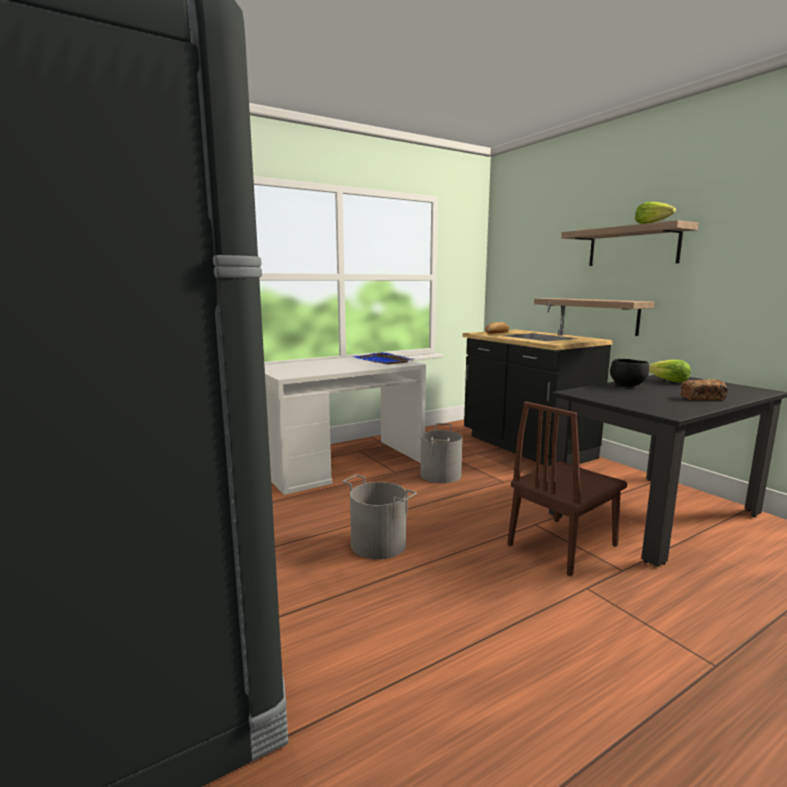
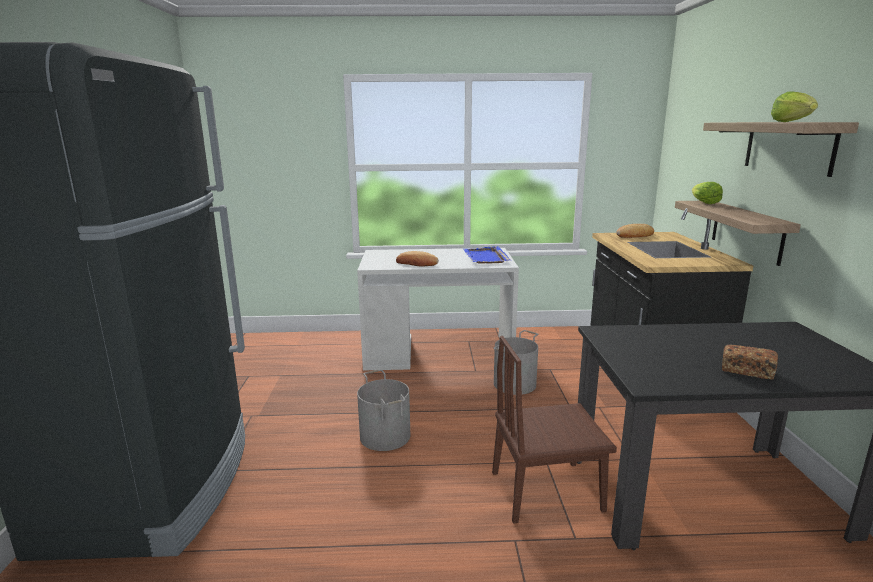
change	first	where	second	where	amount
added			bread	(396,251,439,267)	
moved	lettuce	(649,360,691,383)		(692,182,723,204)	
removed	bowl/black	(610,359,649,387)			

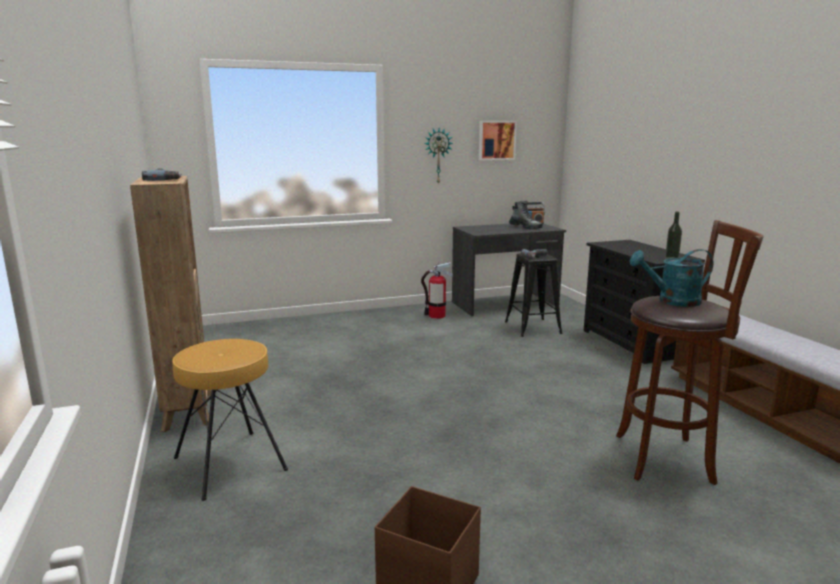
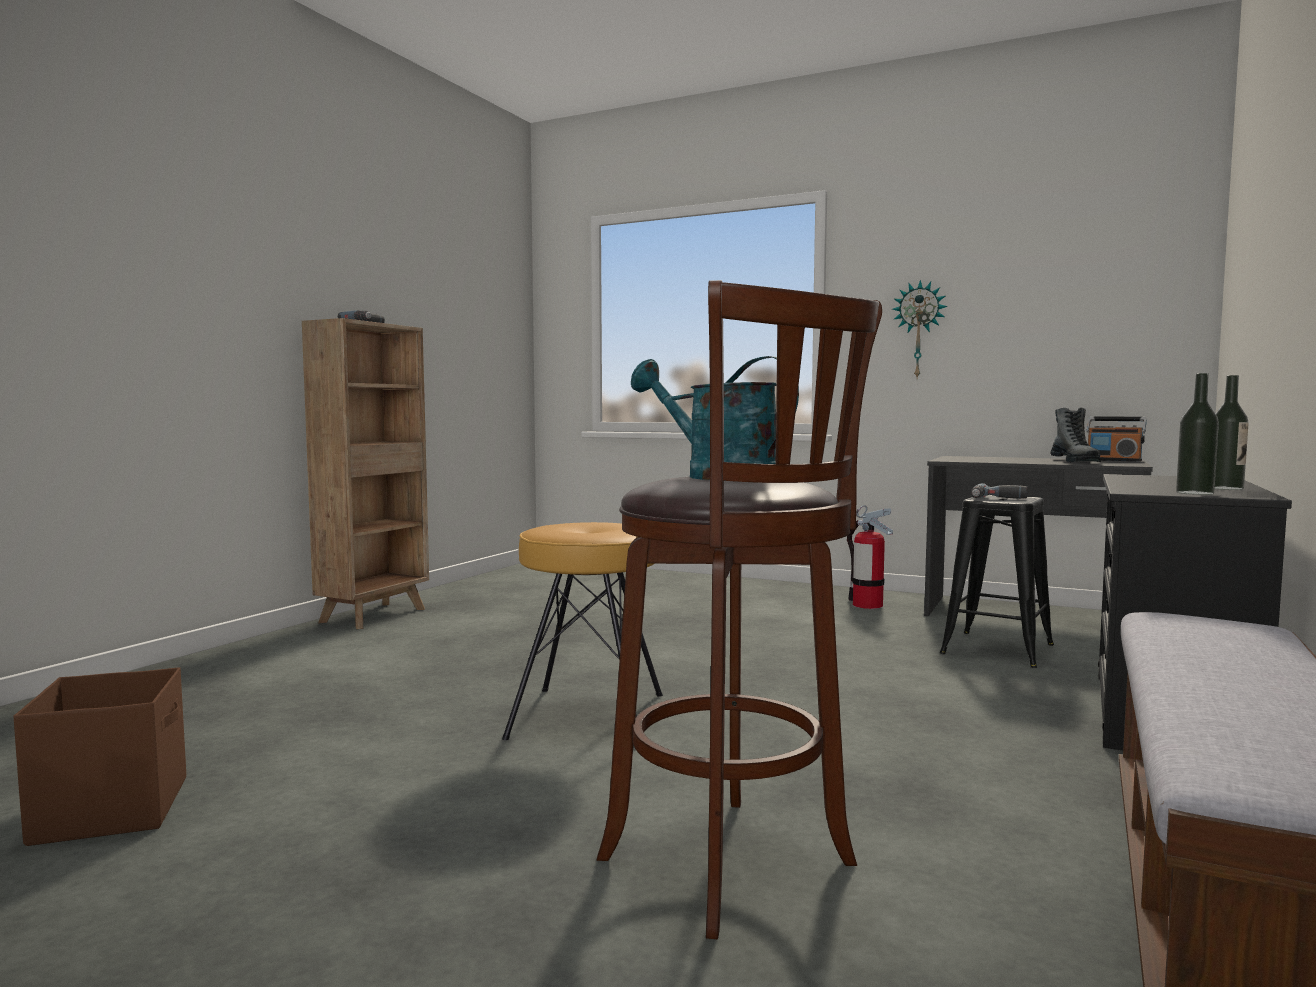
change	first	where	second	where	amount
moved	stool/brown	(172,339,288,501)		(502,522,663,740)	
added			bottle	(1215,375,1249,490)	
removed	picture	(479,121,517,160)			

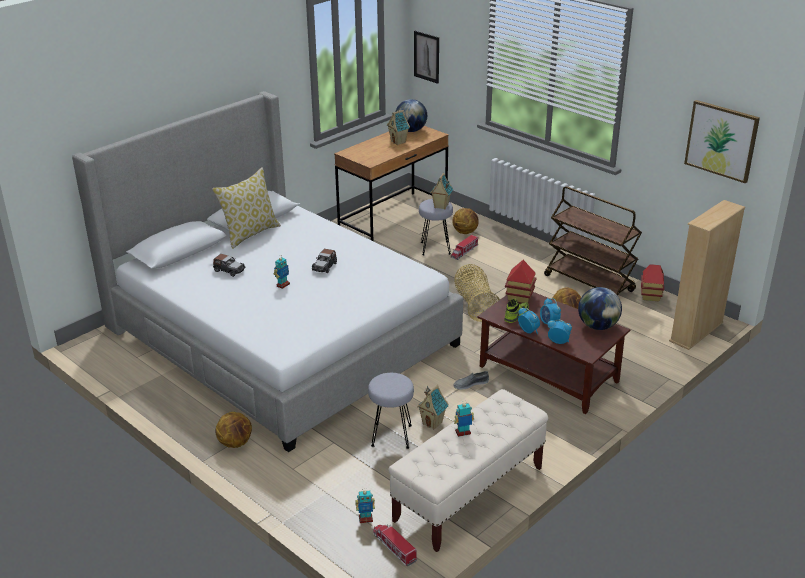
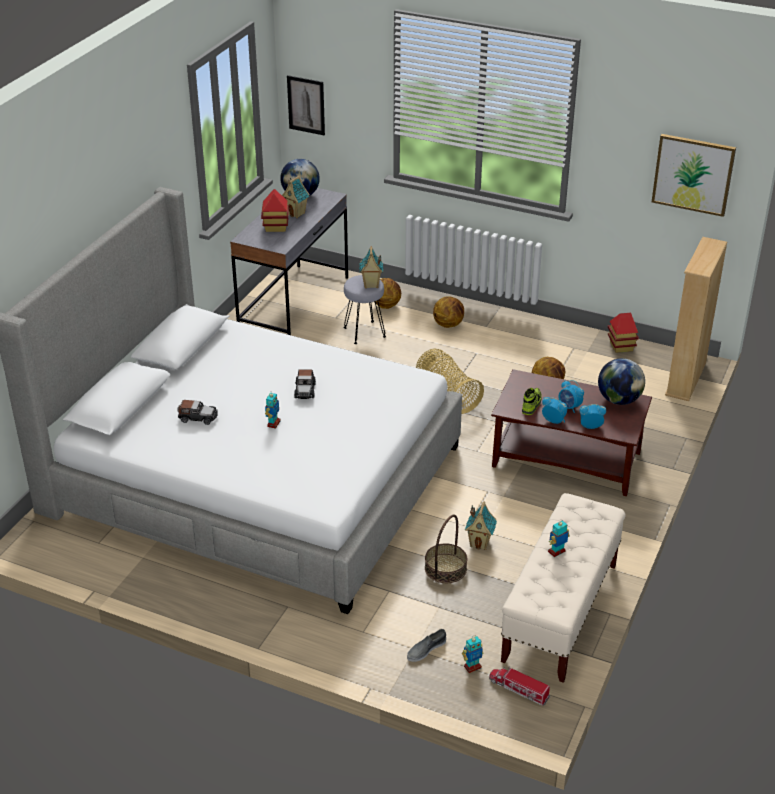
change	first	where	second	where	amount
recoloured	desk/brown	(334,126,449,241)	desk/grey	(230,188,348,335)	
moved	toy house	(505,260,537,303)		(261,189,289,232)	
moved	shoe/grey	(454,371,489,390)		(407,629,446,662)	
replaced	stool/grey	(368,373,414,449)	basket	(425,515,467,583)	
moved	basketball	(215,412,252,448)		(433,297,464,328)	
removed	pillow	(212,167,281,249)			
removed	toy truck	(451,235,478,260)			
removed	cart/brown	(544,186,642,296)			

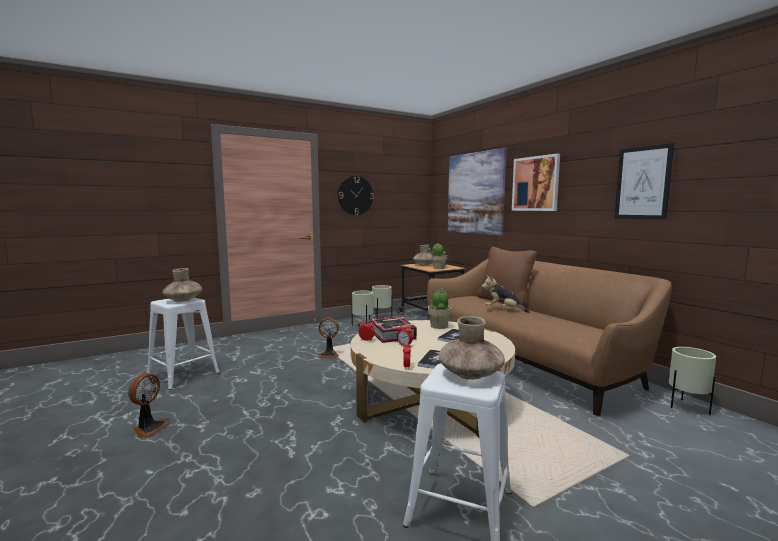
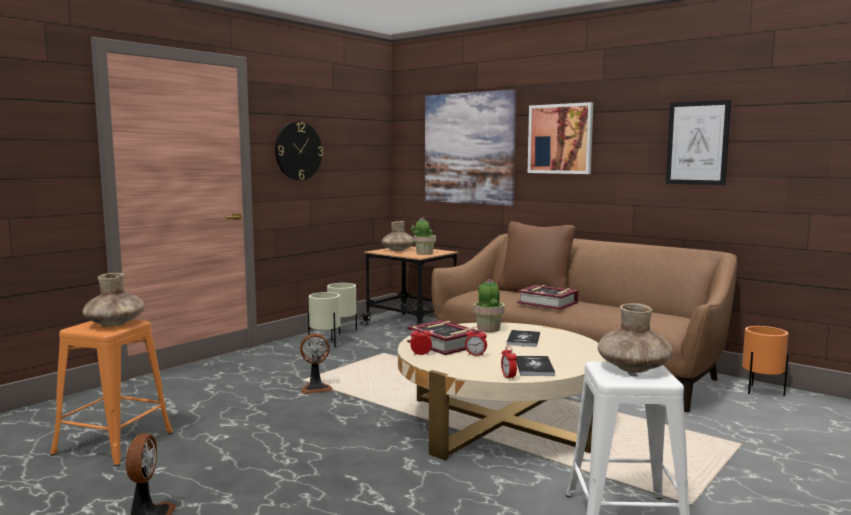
change	first	where	second	where	amount
recoloured	stool/white	(147,297,220,390)	stool/orange	(50,320,173,466)	
replaced	plush toy	(482,275,529,313)	book	(517,285,579,310)	
recoloured	planter/beige	(669,347,716,415)	planter/orange	(742,326,789,396)	

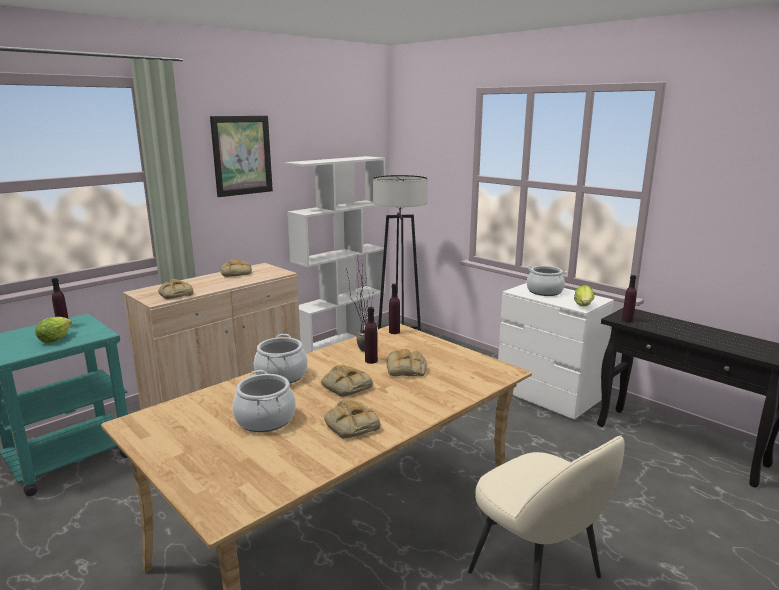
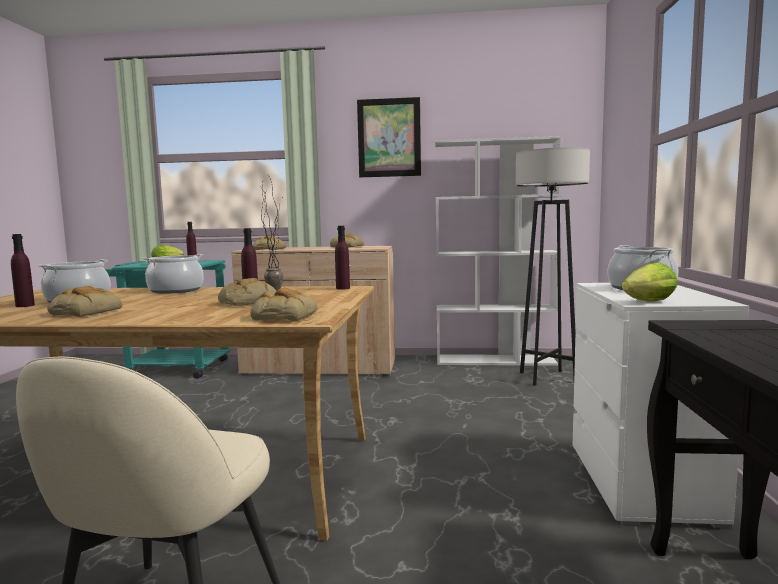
change	first	where	second	where	amount
moved	bottle/purple	(622,275,637,323)		(11,234,35,307)	
moved	bread	(321,365,373,397)		(250,287,318,321)	

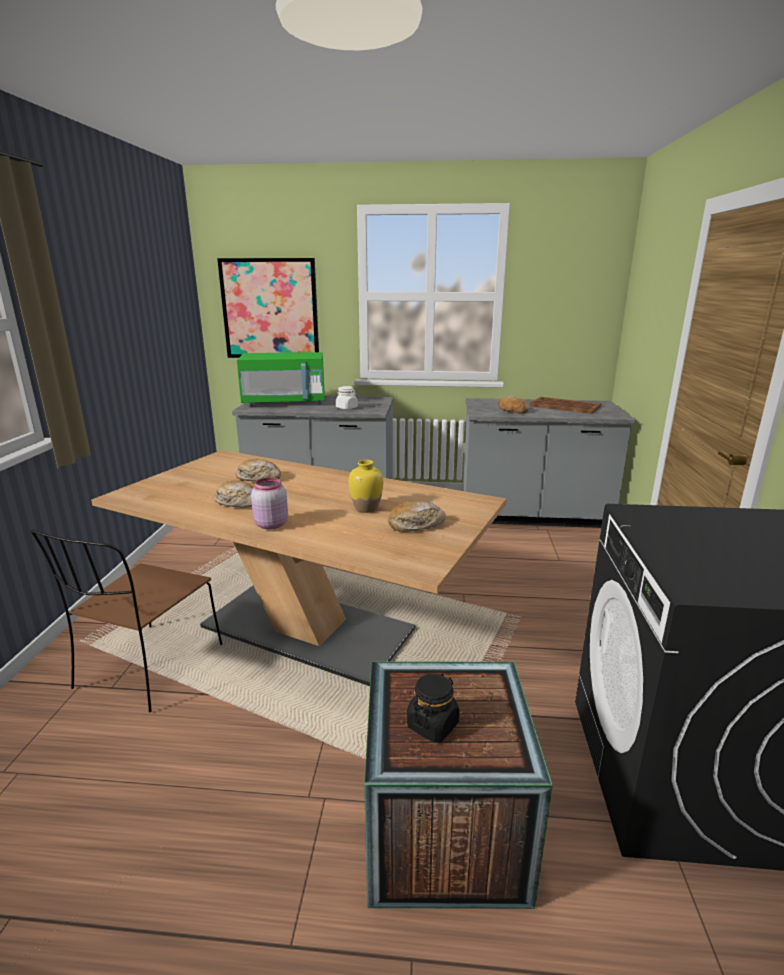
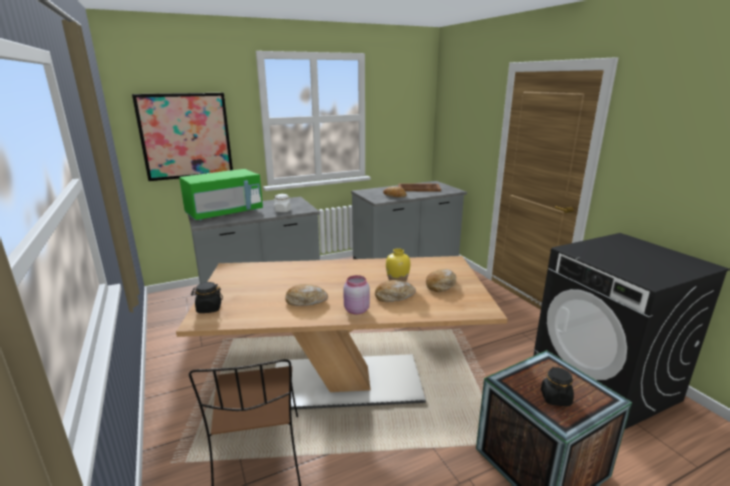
change	first	where	second	where	amount
added			jar/black	(191,282,223,313)	
moved	bread	(236,459,281,481)		(375,280,416,302)	

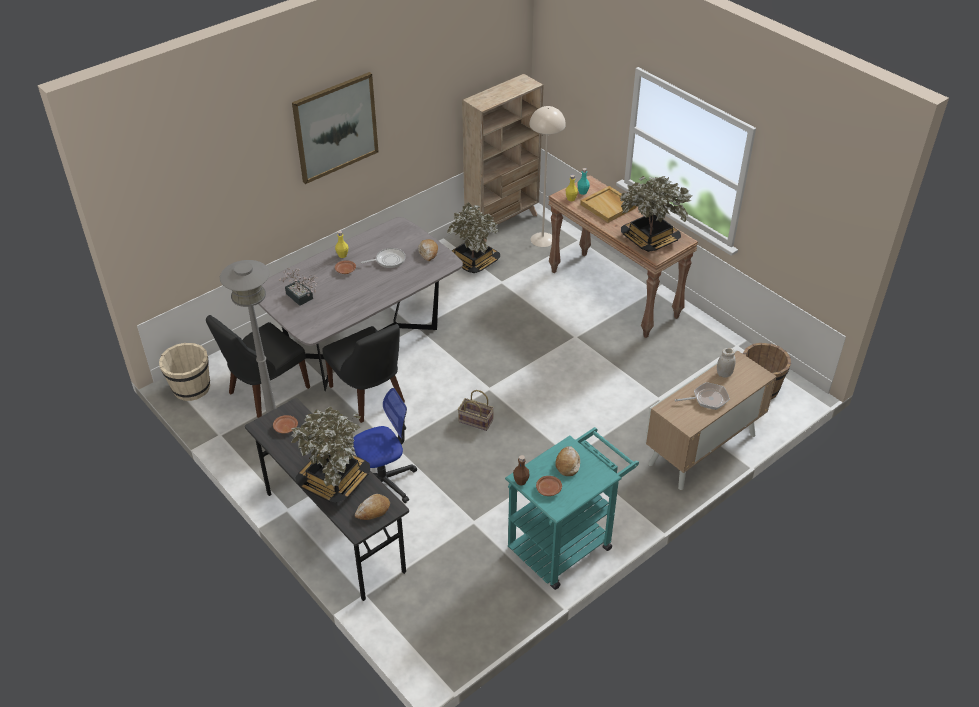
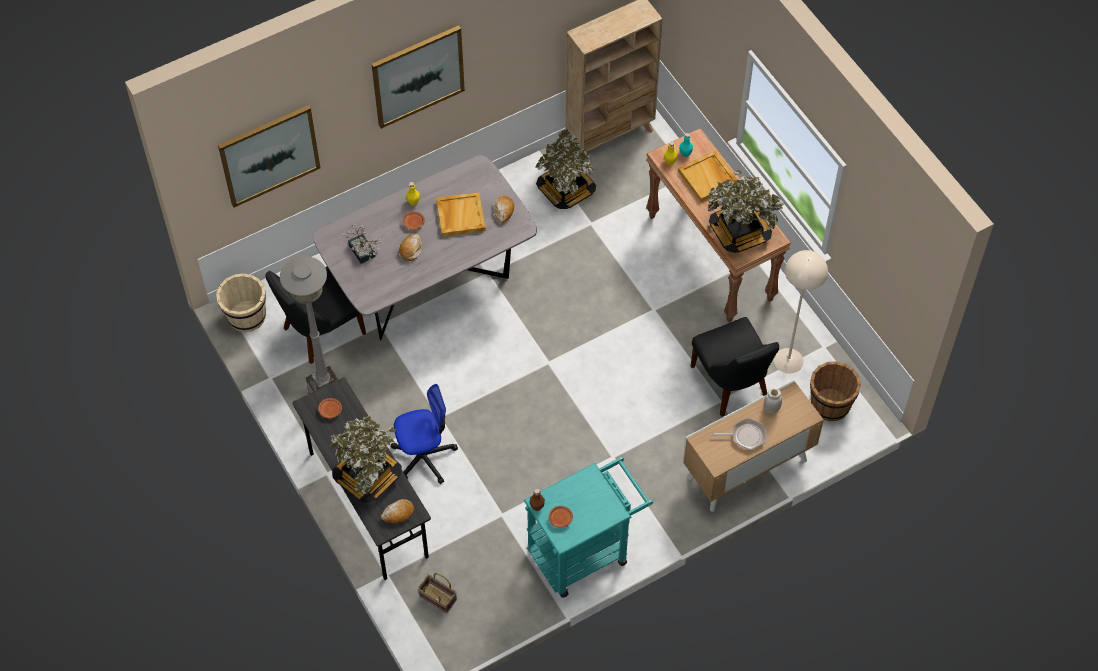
change	first	where	second	where	amount
added			picture	(218,105,320,207)	
moved	bread	(556,446,580,476)		(399,234,422,261)	
moved	basket	(458,390,494,431)		(418,573,457,614)	
replaced	frying pan	(361,248,405,268)	tray/beige	(436,192,486,237)	
moved	chair/black	(322,324,405,423)		(691,317,779,417)	
moved	floor lamp/beige	(530,106,566,247)		(774,250,828,374)	

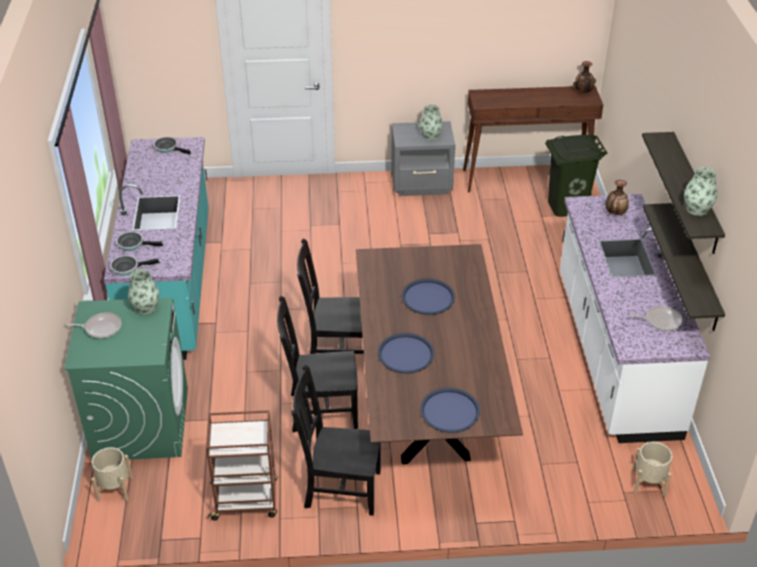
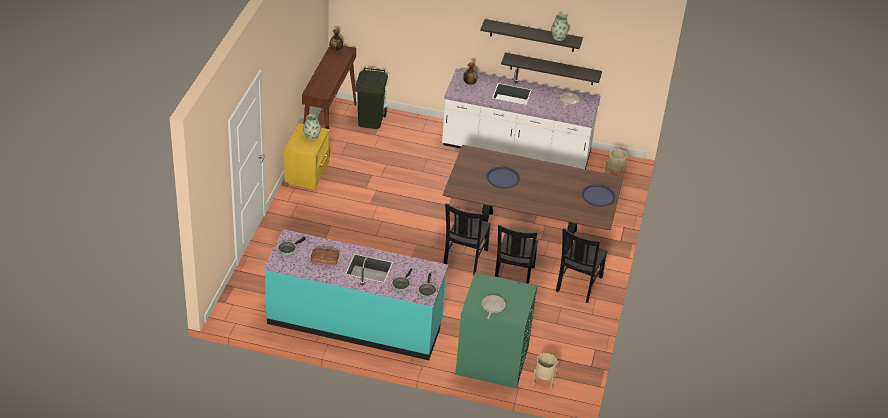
change	first	where	second	where	amount
recoloured	nightstand/grey	(391,121,455,196)	nightstand/yellow	(284,123,329,190)	
added			bread	(311,248,339,265)	
removed	vase	(128,269,159,314)			
removed	cart/brown	(206,410,278,521)			
removed	tray/blue	(378,333,434,374)			

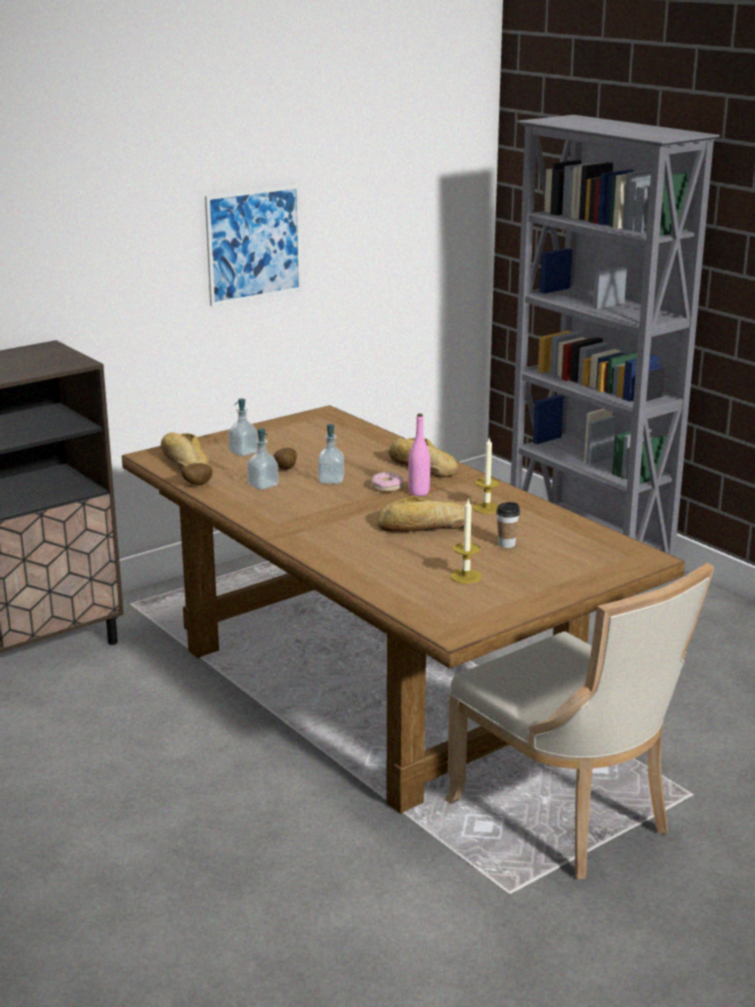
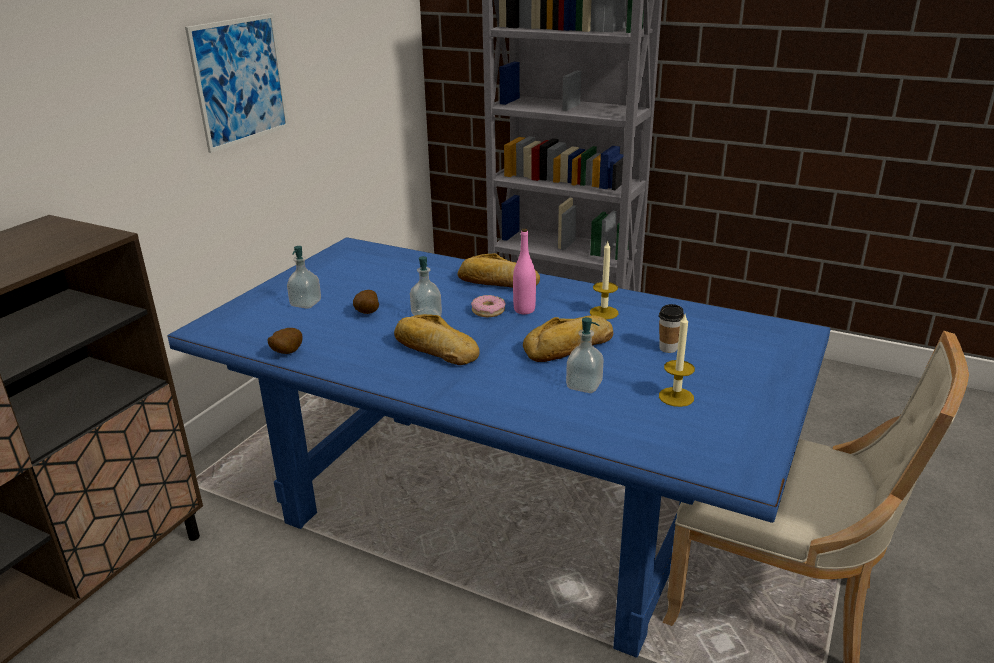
change	first	where	second	where	amount
recoloured	dining table/brown	(122,405,685,814)	dining table/blue	(167,237,831,658)	
moved	bread	(161,432,209,470)		(394,314,480,365)	
moved	soap dispenser	(247,428,279,490)		(566,317,604,393)	

